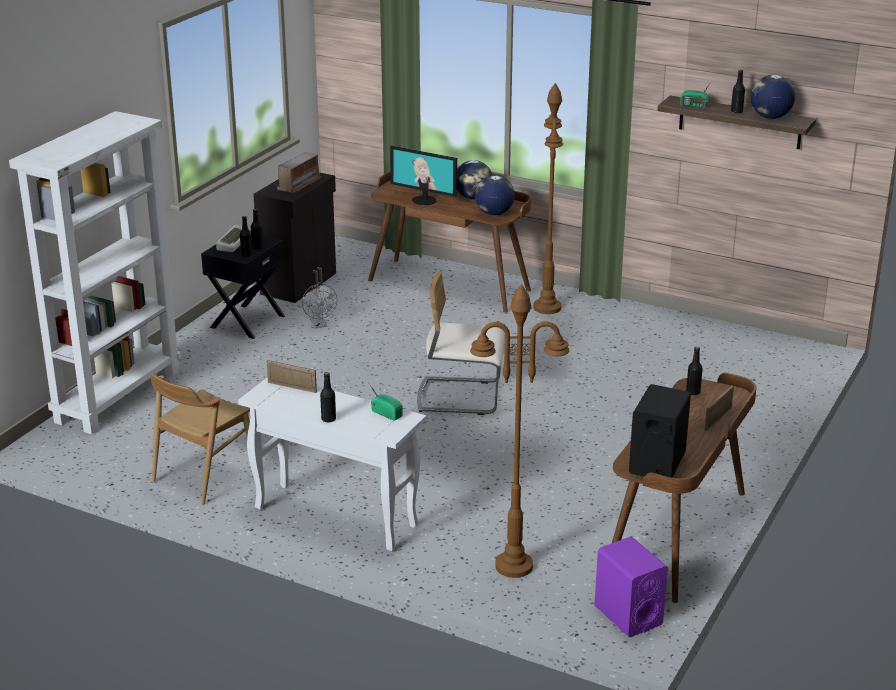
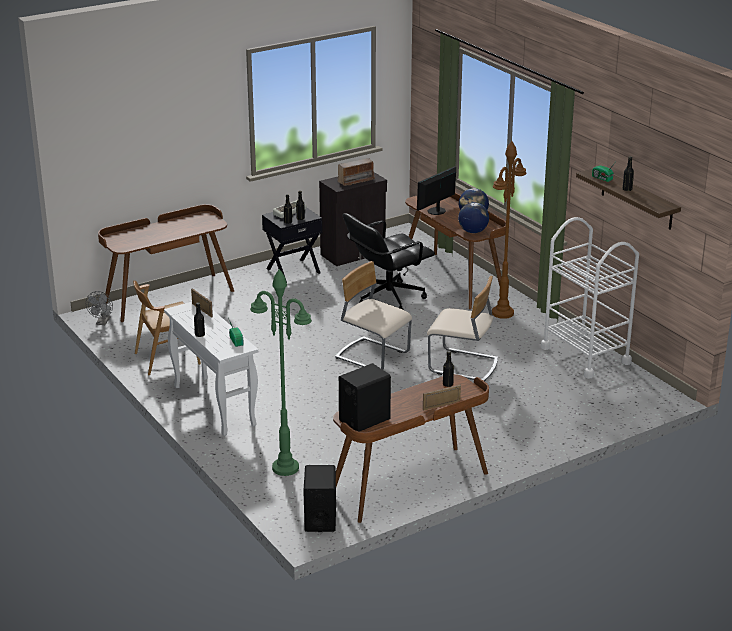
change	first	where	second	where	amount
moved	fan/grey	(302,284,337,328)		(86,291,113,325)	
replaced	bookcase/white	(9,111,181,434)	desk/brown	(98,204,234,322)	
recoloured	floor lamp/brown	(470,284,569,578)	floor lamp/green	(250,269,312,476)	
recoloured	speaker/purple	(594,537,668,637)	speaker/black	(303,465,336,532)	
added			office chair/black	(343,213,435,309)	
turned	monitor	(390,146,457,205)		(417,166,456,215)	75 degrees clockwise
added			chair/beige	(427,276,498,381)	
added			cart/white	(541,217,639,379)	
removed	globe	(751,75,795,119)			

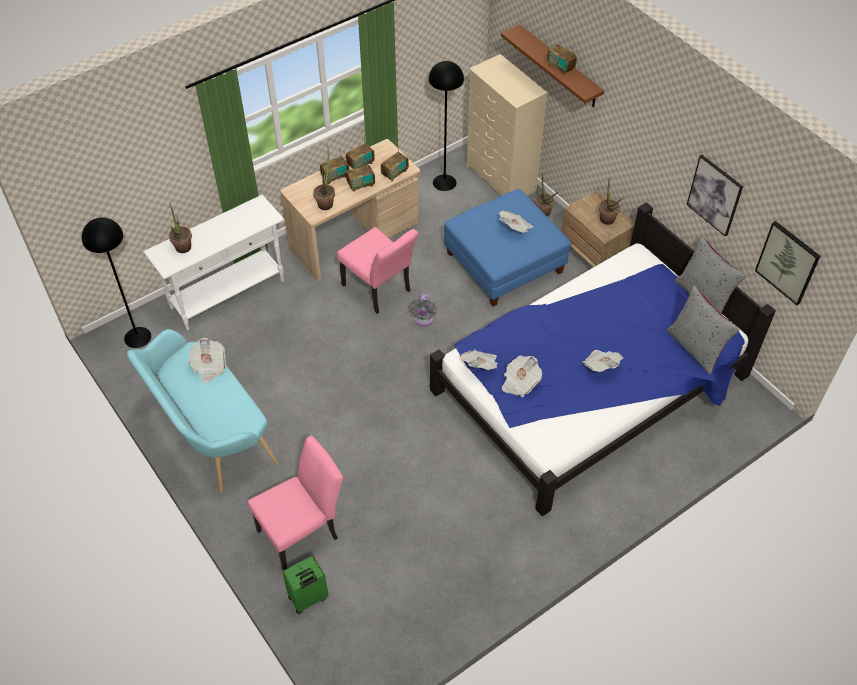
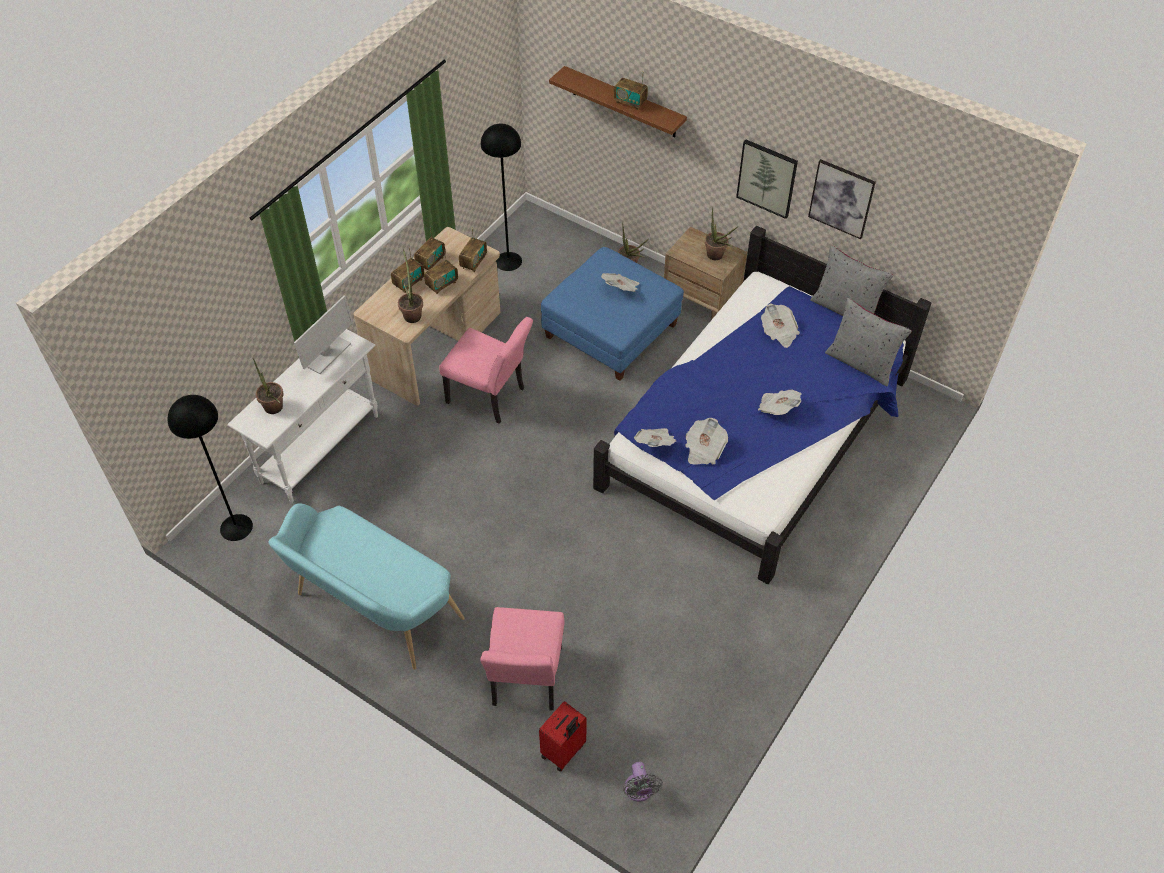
change	first	where	second	where	amount
added			monitor	(294,295,353,374)	
turned	chair/pink	(248,436,343,571)		(480,607,565,710)	150 degrees clockwise
recoloured	suitcase/green	(282,556,329,614)	suitcase/red	(539,701,586,772)	
moved	fan/grey	(408,294,437,326)		(623,762,663,802)	
moved	picture	(755,221,820,305)		(736,140,798,219)	
moved	newspaper	(189,338,226,383)		(761,303,800,348)	
removed	dresser/beige	(467,54,548,196)			

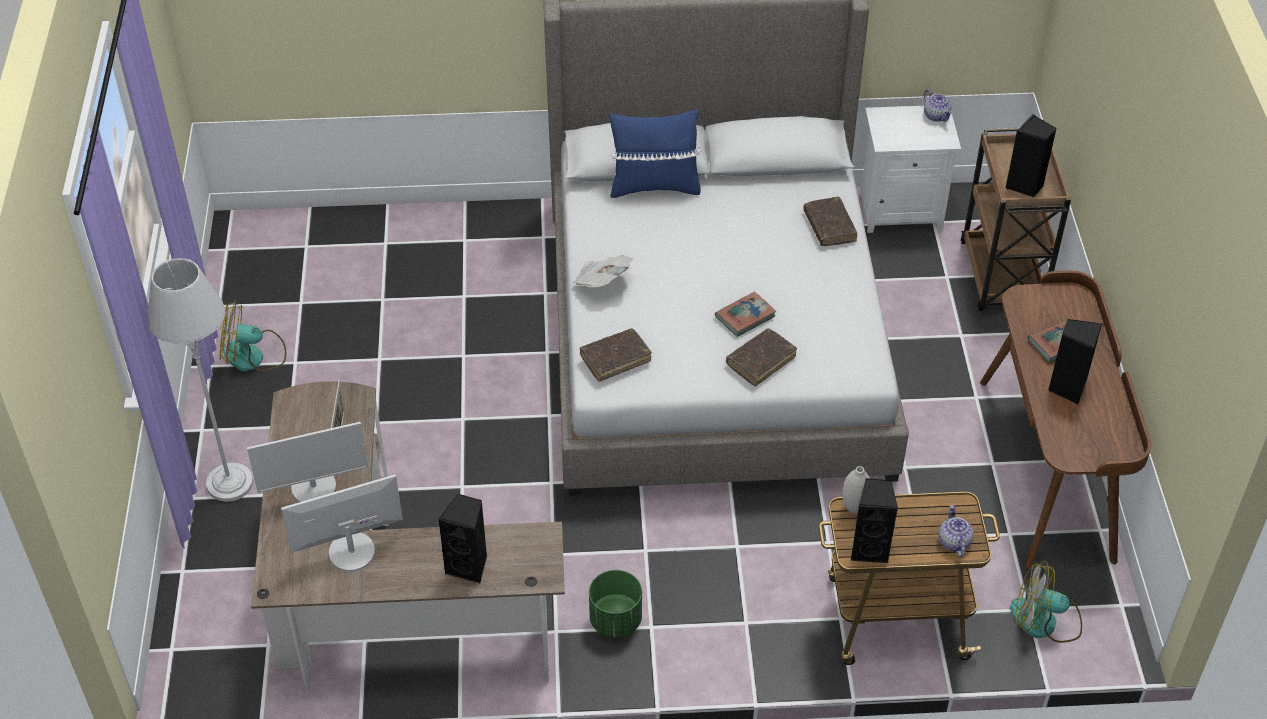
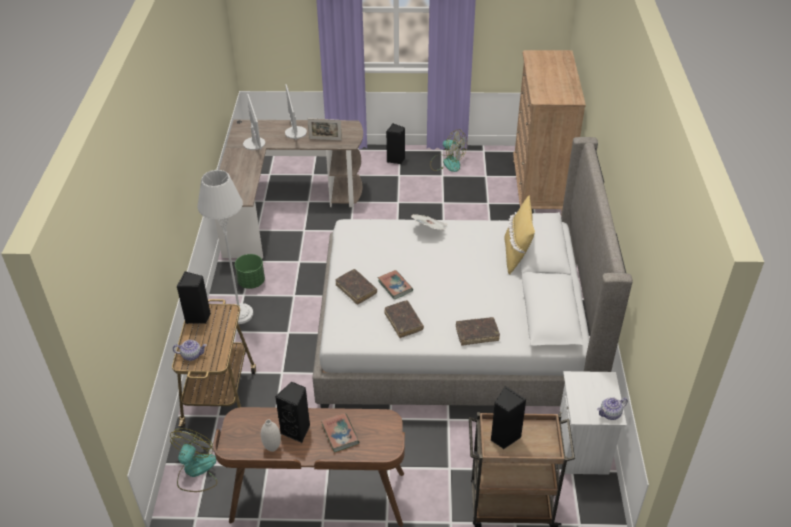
change	first	where	second	where	amount
moved	floor lamp/grey	(147,258,253,502)		(198,170,253,324)	
moved	vase/white	(842,466,870,514)		(261,420,281,452)	
moved	book/brown	(580,328,652,382)		(384,300,424,338)	
moved	speaker/black	(438,494,487,583)		(386,123,405,164)	
turned	fan	(220,301,286,371)		(430,129,467,172)	120 degrees clockwise
recoloured	pillow/blue	(610,110,701,198)	pillow/yellow	(505,195,535,275)	
added			dresser/brown	(513,50,586,216)	

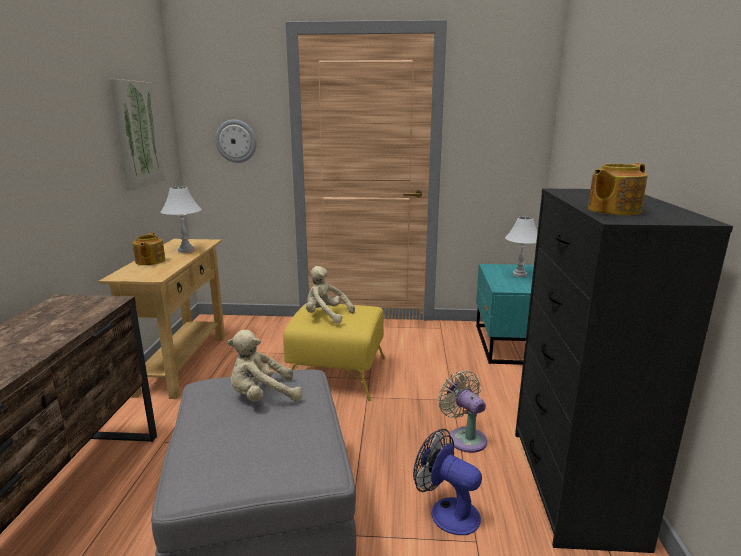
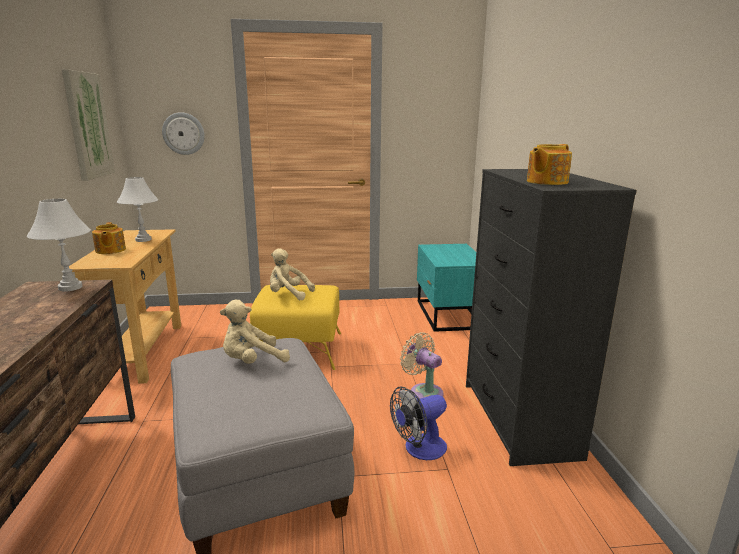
change	first	where	second	where	amount
moved	table lamp/white	(505,217,538,277)		(27,199,91,292)	
turned	fan	(413,429,482,535)		(390,387,447,460)	60 degrees counterclockwise

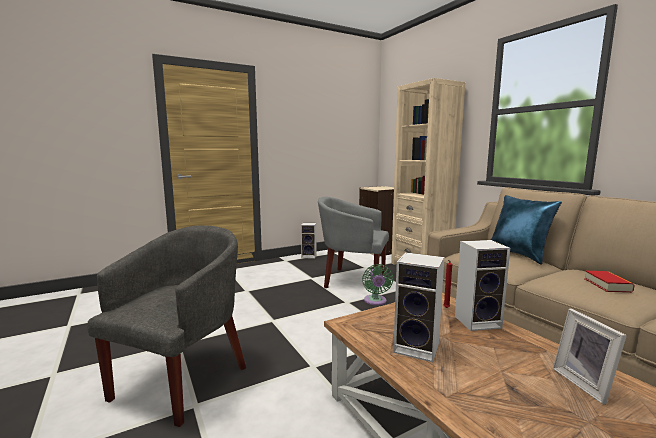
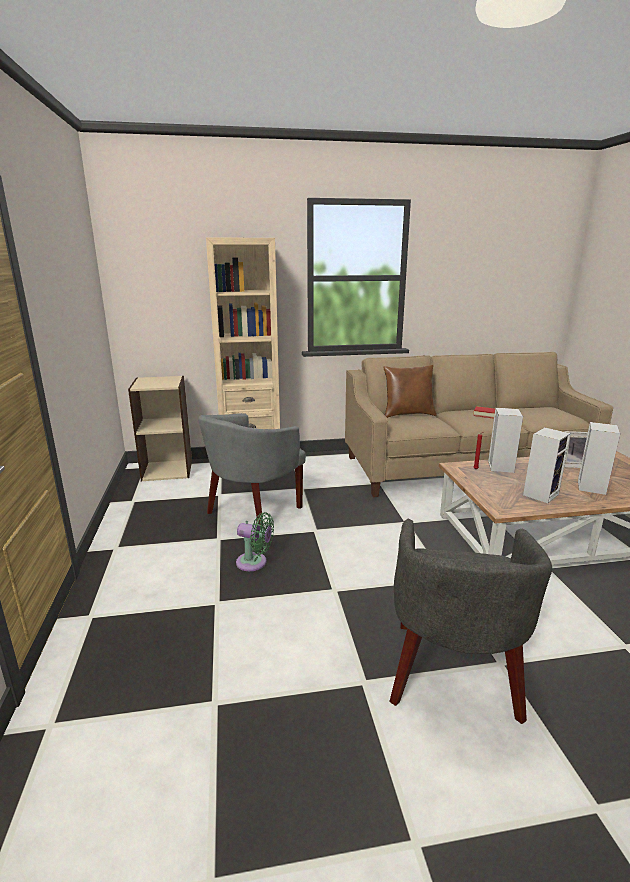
change	first	where	second	where	amount
moved	fan/green	(362,264,393,305)		(236,512,274,571)	
recoloured	pillow/blue	(491,195,562,265)	pillow/brown	(383,365,437,418)	
turned	armchair/grey	(87,226,246,427)		(389,519,552,724)	120 degrees counterclockwise
moved	speaker	(301,223,316,259)		(578,422,620,495)	

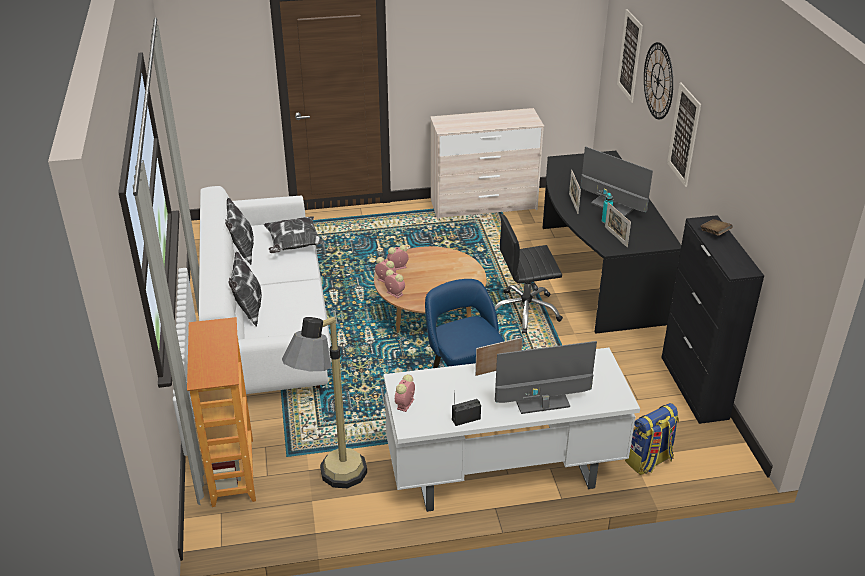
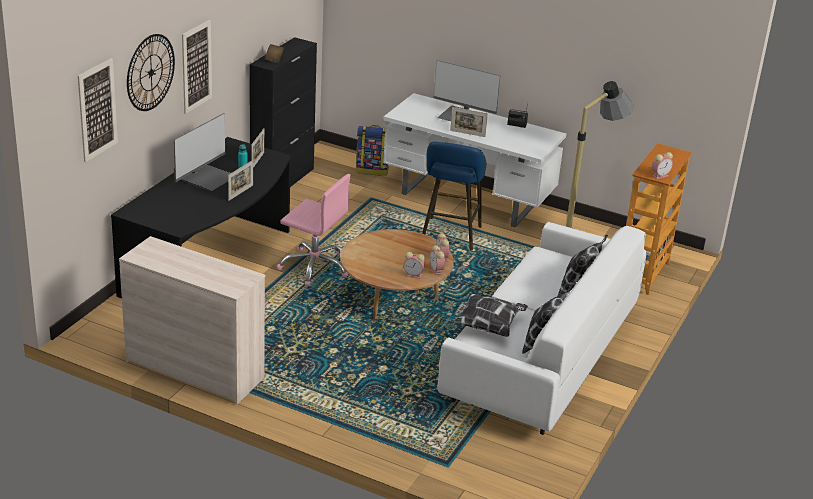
change	first	where	second	where	amount
turned	monitor	(580,146,653,216)		(174,113,231,191)	135 degrees counterclockwise
recoloured	office chair/black	(494,214,563,334)	office chair/pink	(277,174,351,286)	
moved	alarm clock	(395,374,415,412)		(652,152,673,179)	

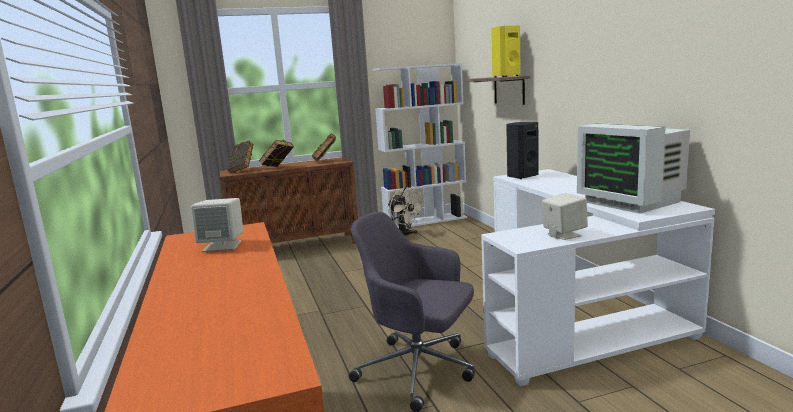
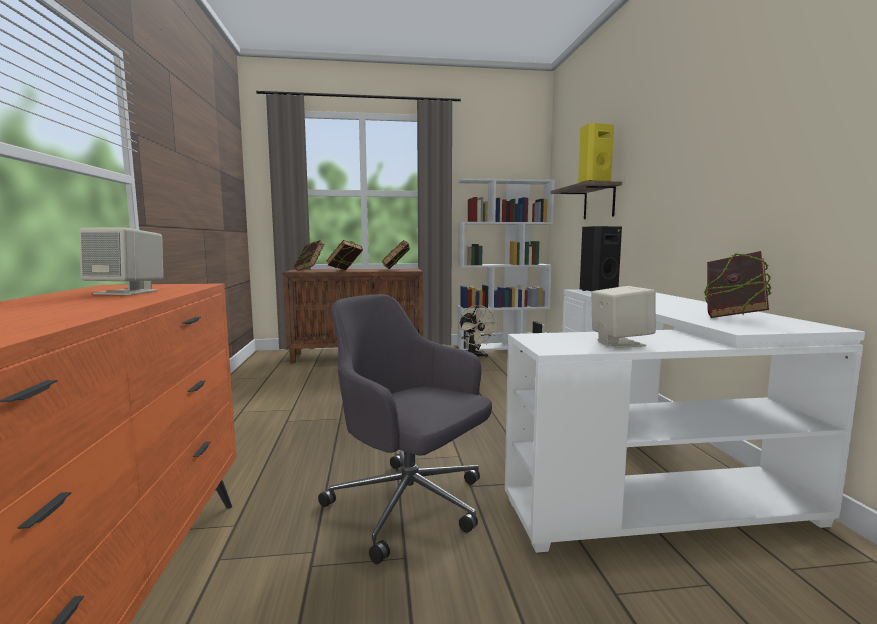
change	first	where	second	where	amount
replaced	monitor	(577,124,690,214)	book	(703,251,771,318)	

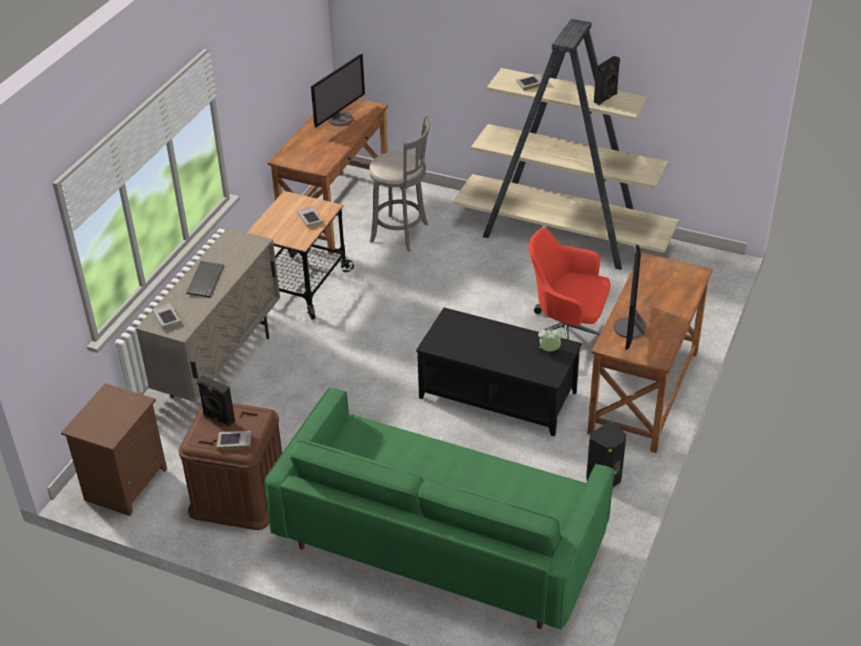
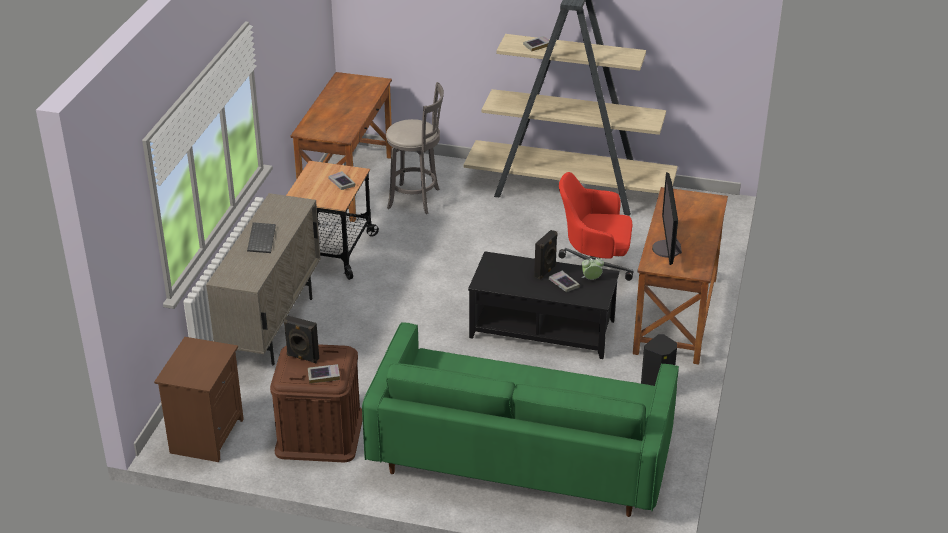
change	first	where	second	where	amount
moved	speaker/black	(594,56,620,105)		(534,230,558,280)	
moved	book	(152,303,181,329)		(549,271,580,292)	
removed	monitor	(311,54,365,128)			

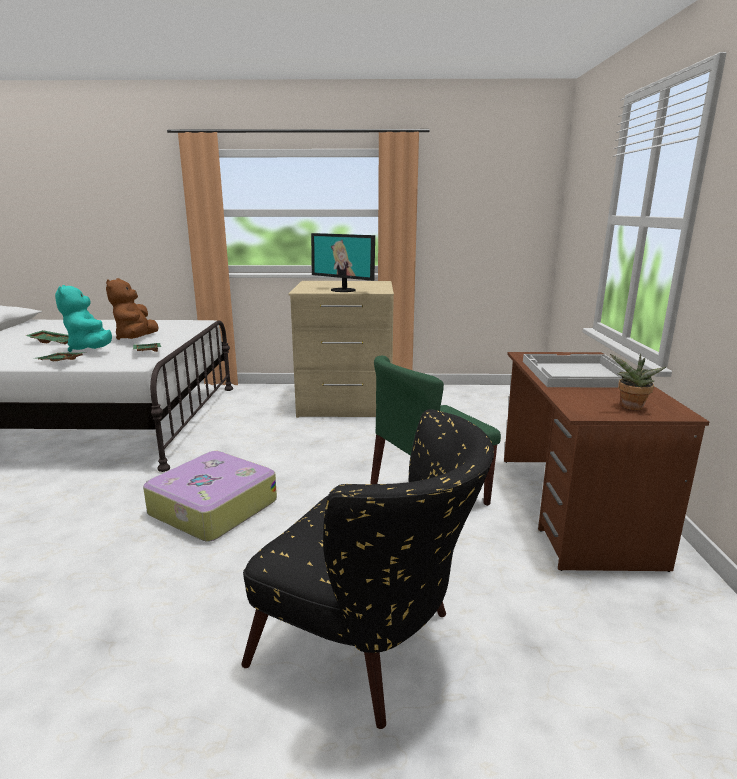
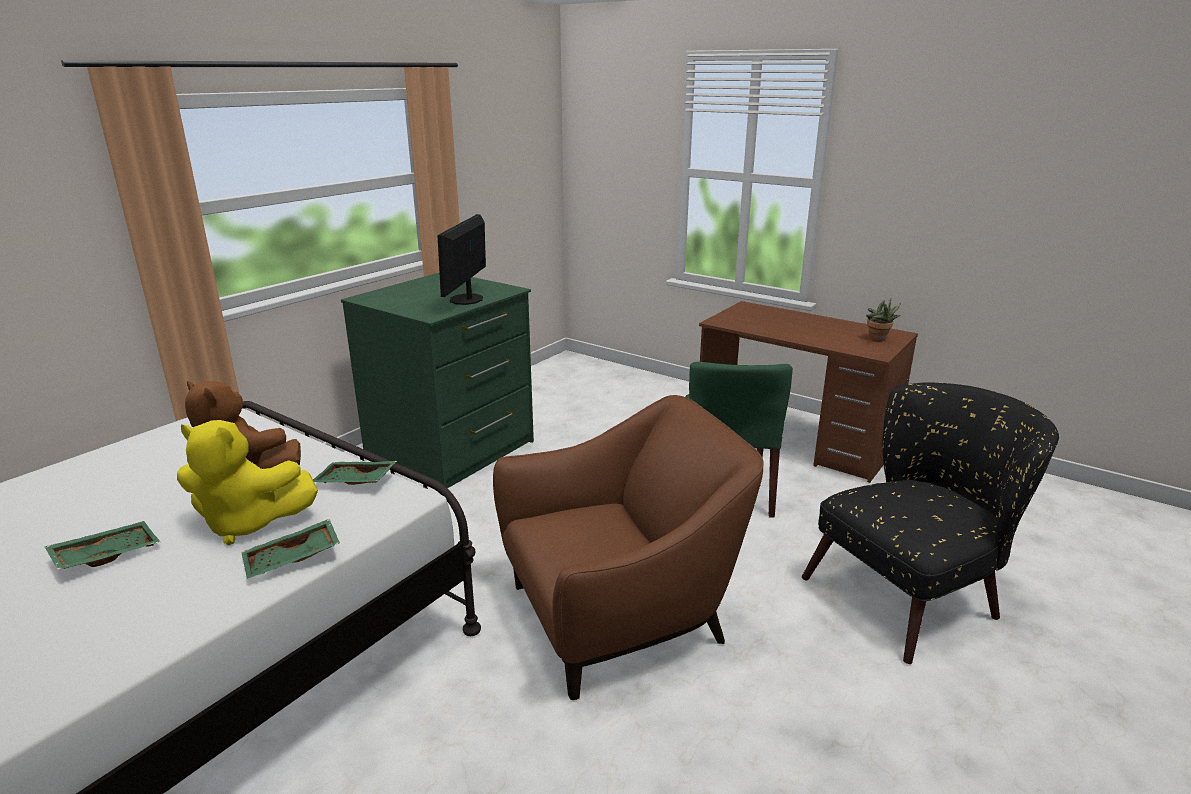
change	first	where	second	where	amount
recoloured	plush toy/turquoise	(55,285,112,352)	plush toy/yellow	(177,420,318,545)	
recoloured	dresser/beige	(289,281,394,418)	dresser/green	(341,273,534,488)	
turned	monitor	(311,233,375,292)		(437,214,486,305)	120 degrees clockwise
replaced	suitcase	(143,451,277,542)	armchair/brown	(493,395,764,700)	
removed	tray/white	(523,354,627,388)			

